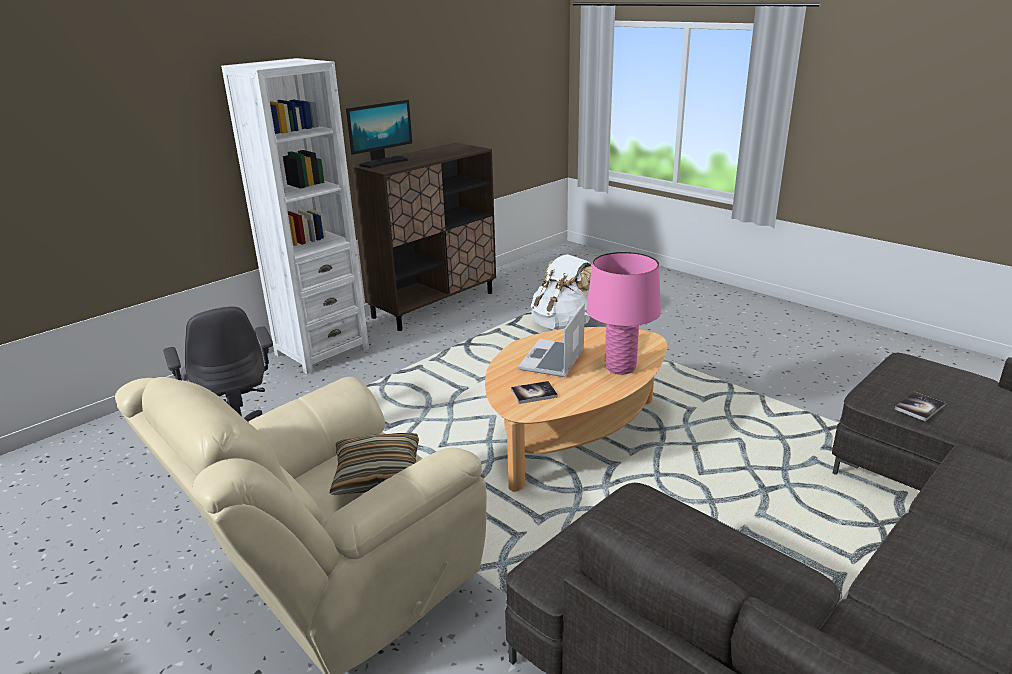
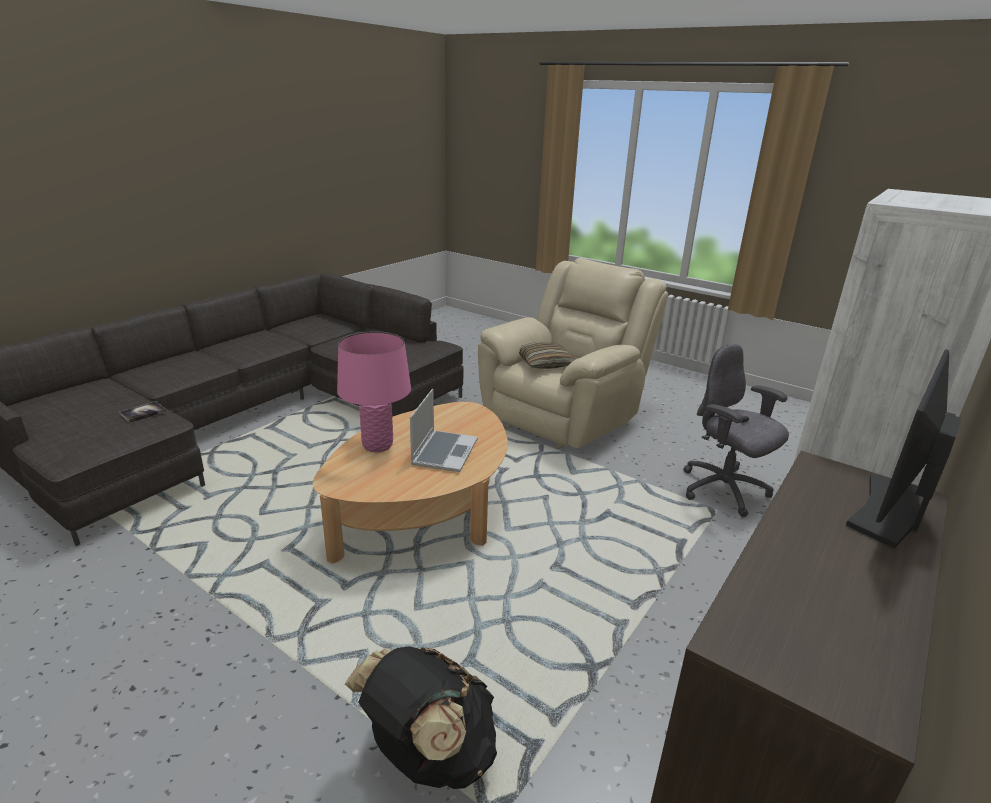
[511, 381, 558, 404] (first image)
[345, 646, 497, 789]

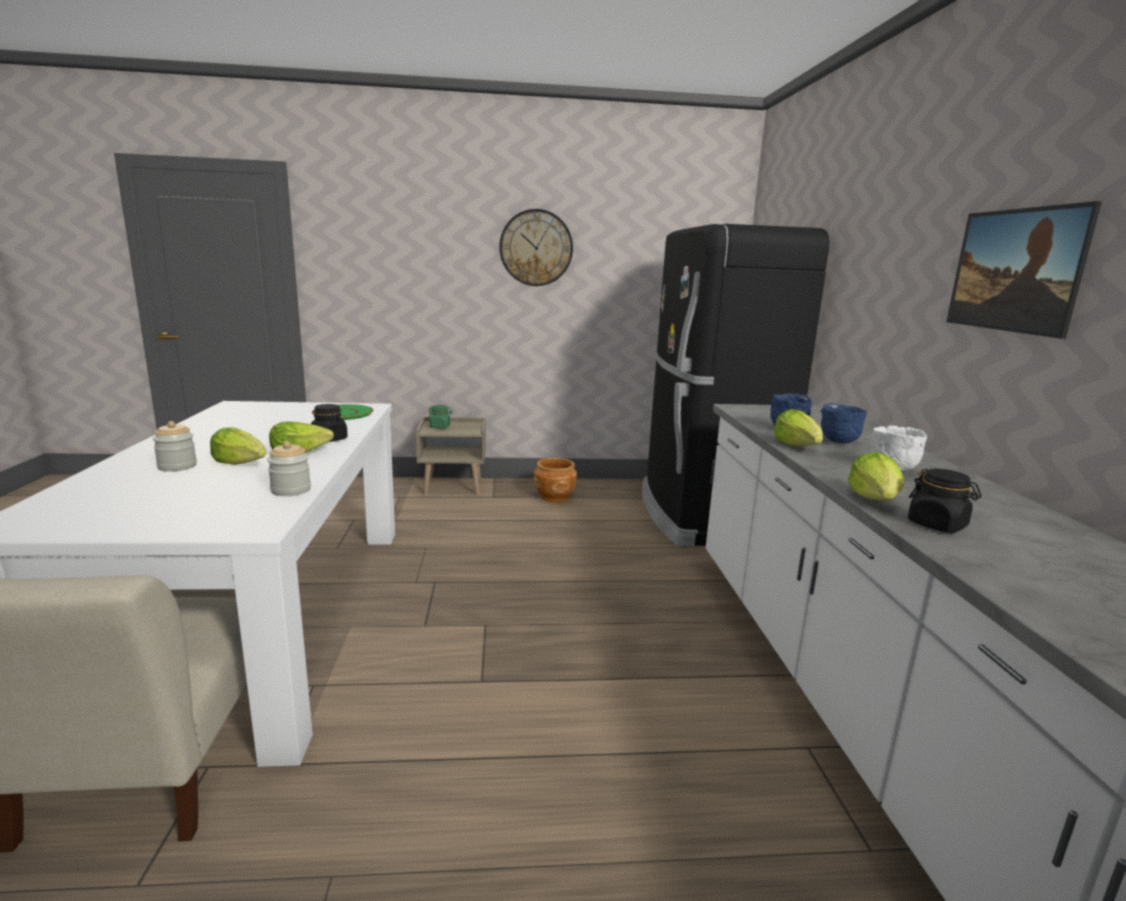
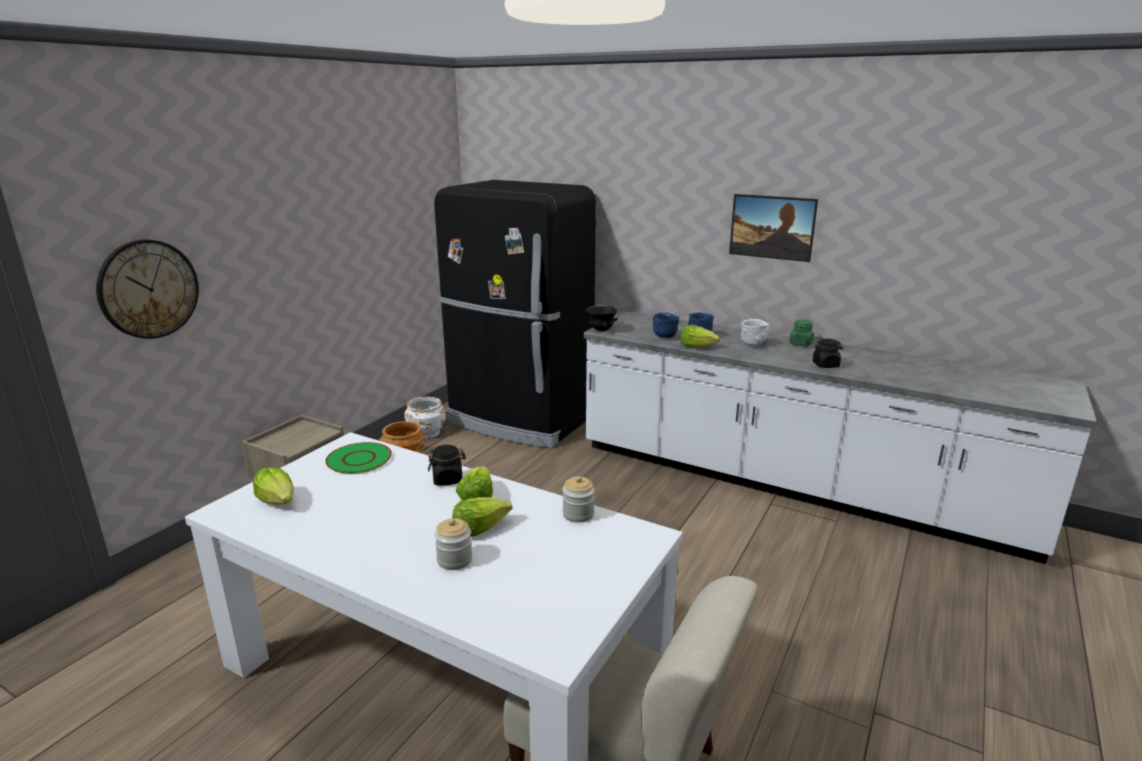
[404, 397, 446, 439]
[586, 305, 618, 331]
[789, 319, 814, 346]
[96, 240, 199, 339]
[253, 467, 294, 504]

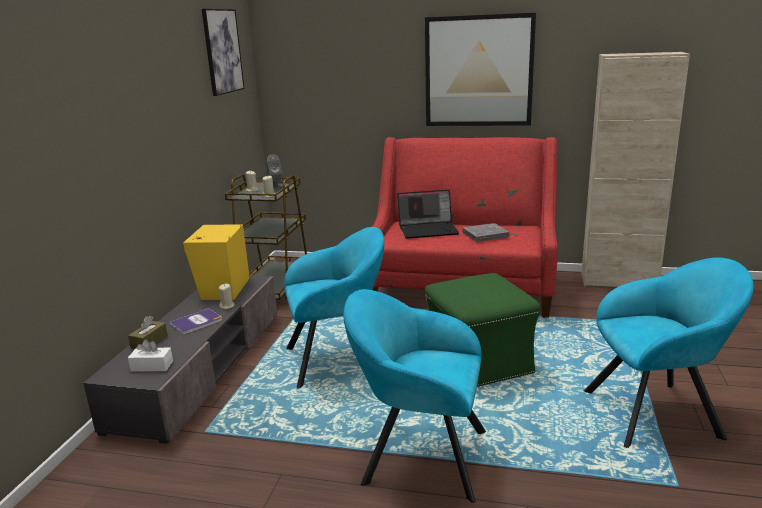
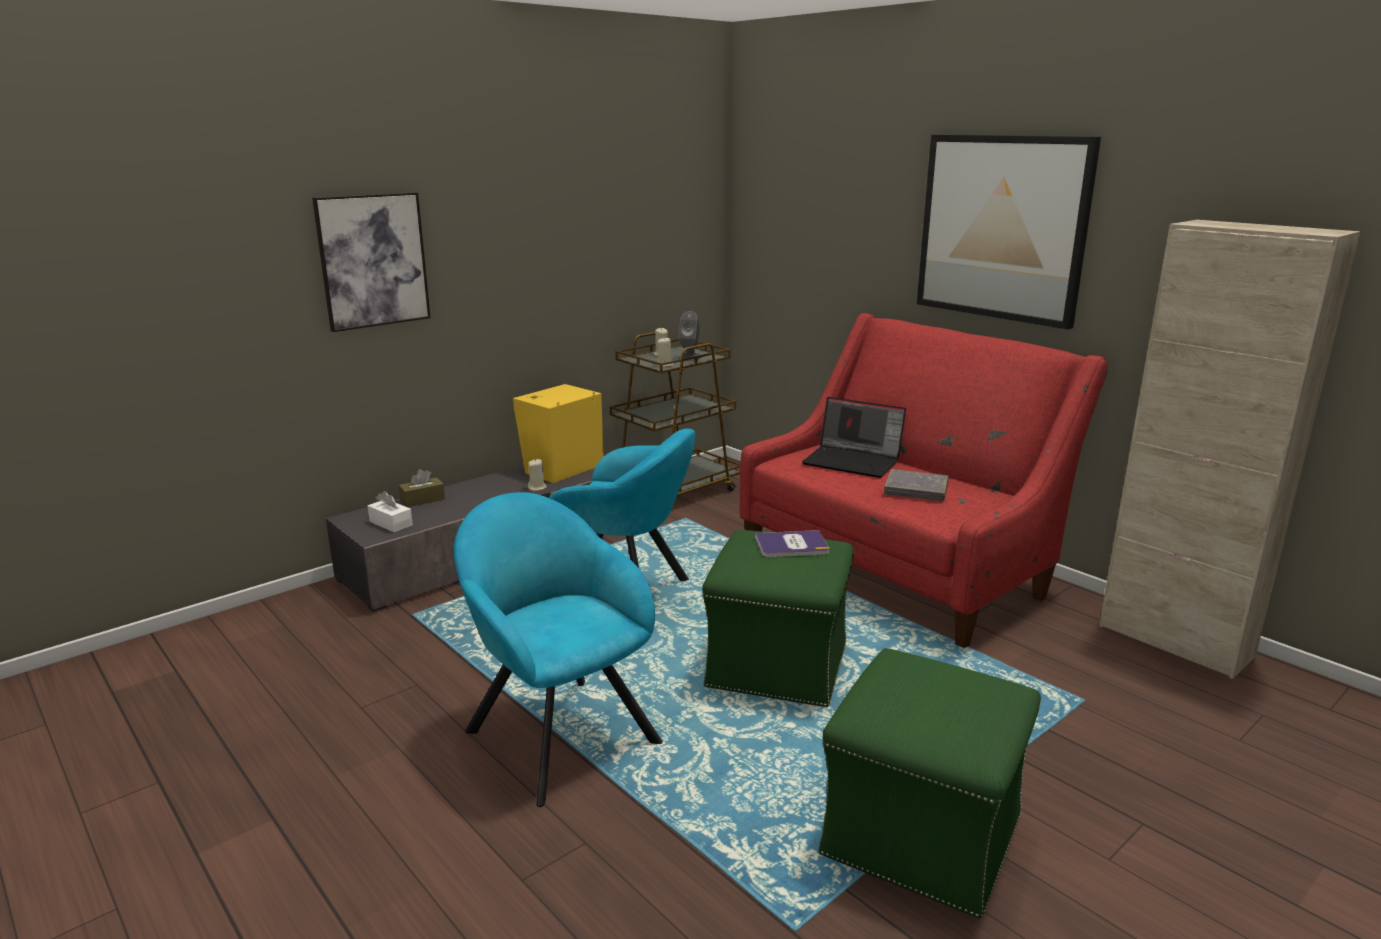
[755, 530, 829, 557]
[312, 192, 430, 332]
[818, 648, 1041, 919]

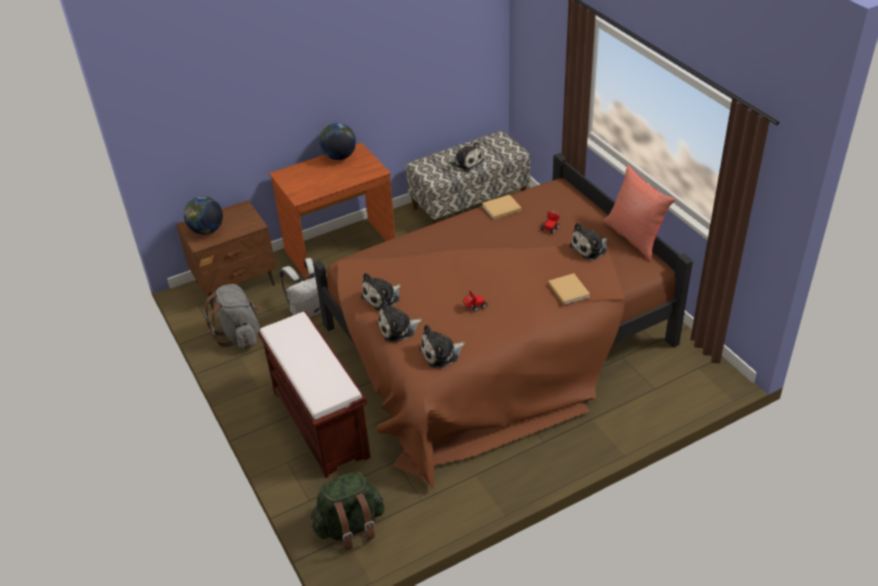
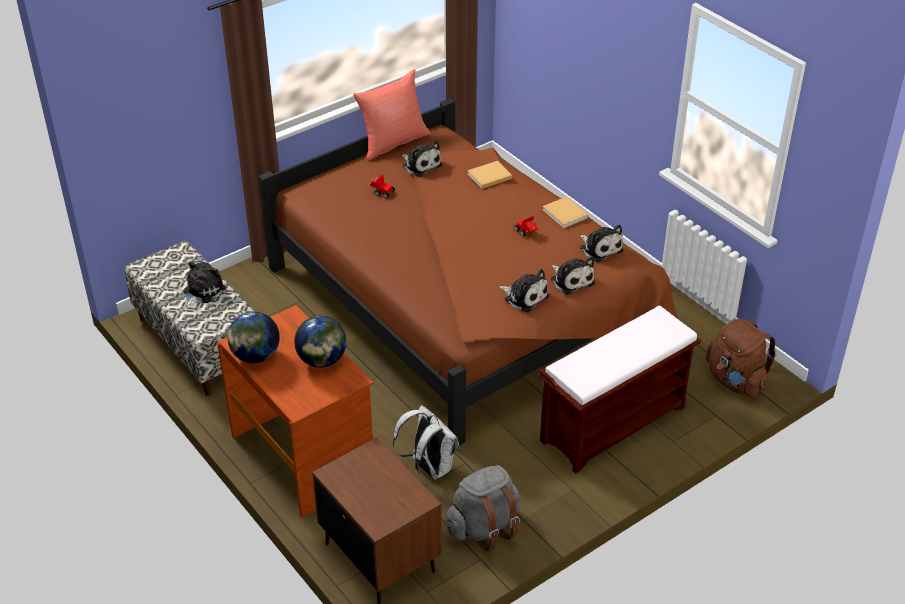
[294, 316, 346, 368]
[542, 197, 588, 228]
[706, 319, 776, 398]

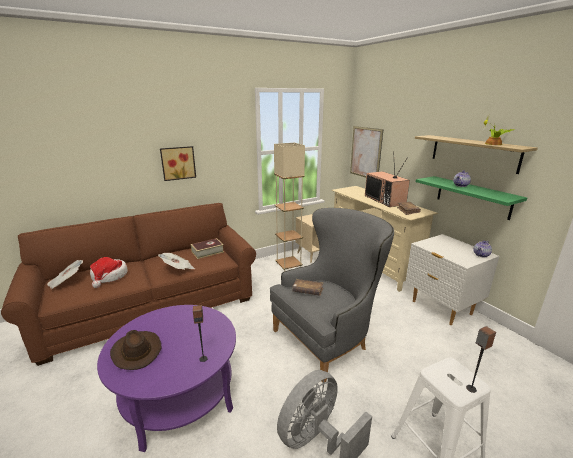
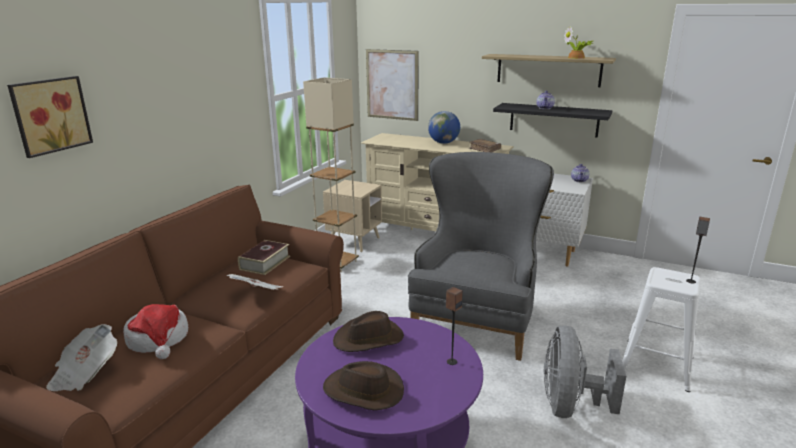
[292, 279, 324, 296] (first image)
[333, 311, 404, 352]
[7, 76, 93, 158]
[428, 111, 460, 144]
[493, 103, 612, 138]

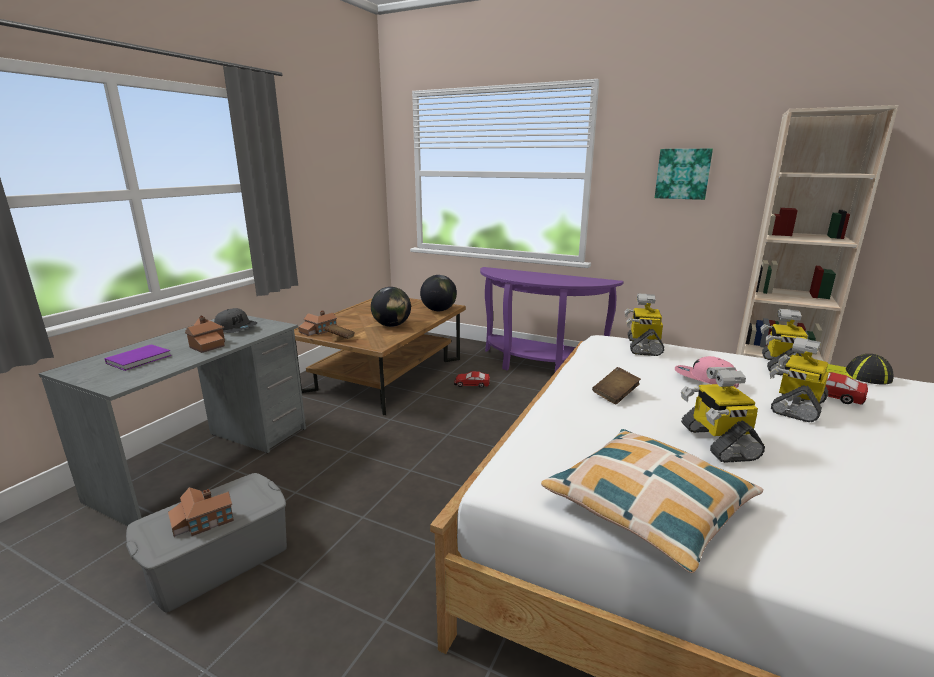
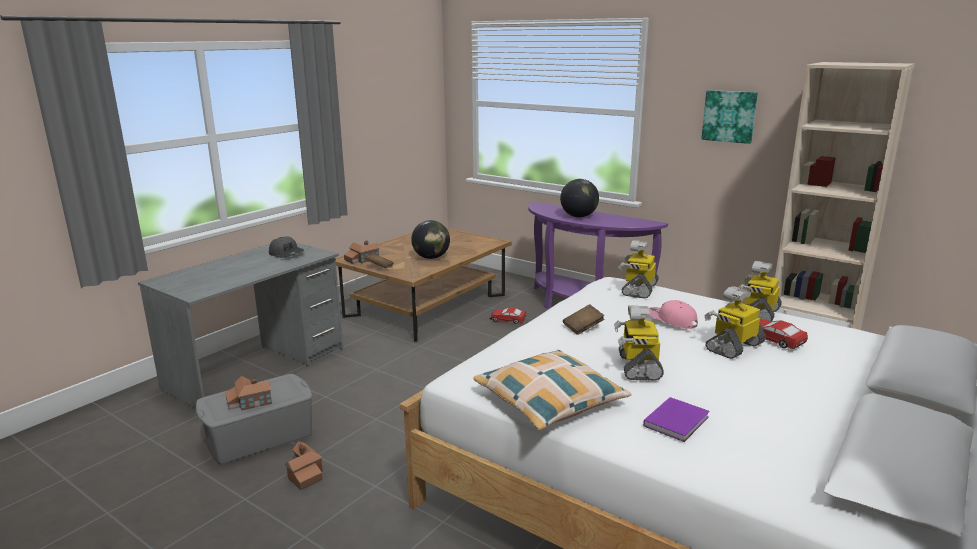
[826, 354, 893, 385] (first image)
[643, 397, 710, 442]
[285, 441, 323, 490]
[560, 179, 599, 217]

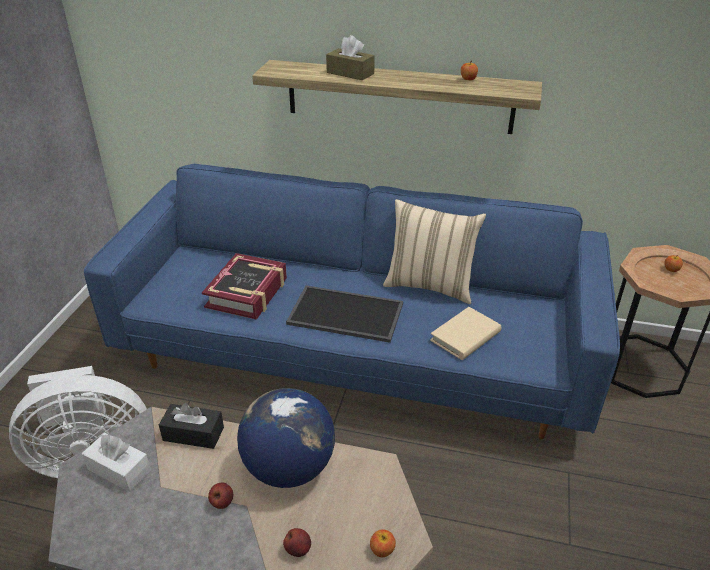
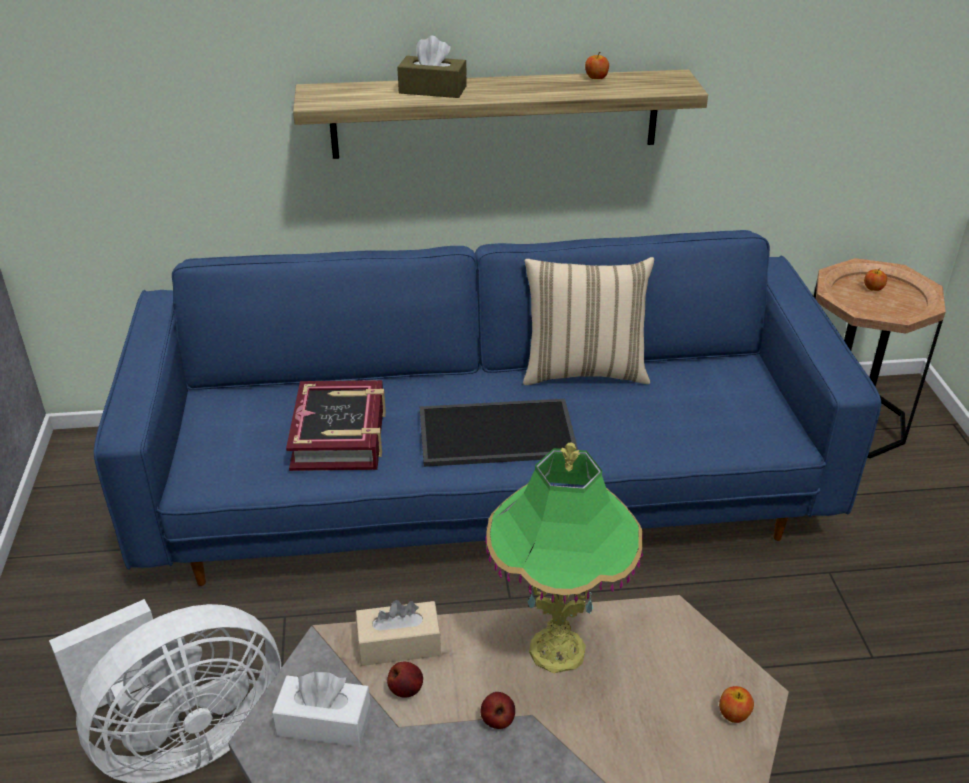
[430, 307, 502, 360] (first image)
[387, 662, 423, 698]
[485, 443, 643, 673]
[356, 600, 441, 666]

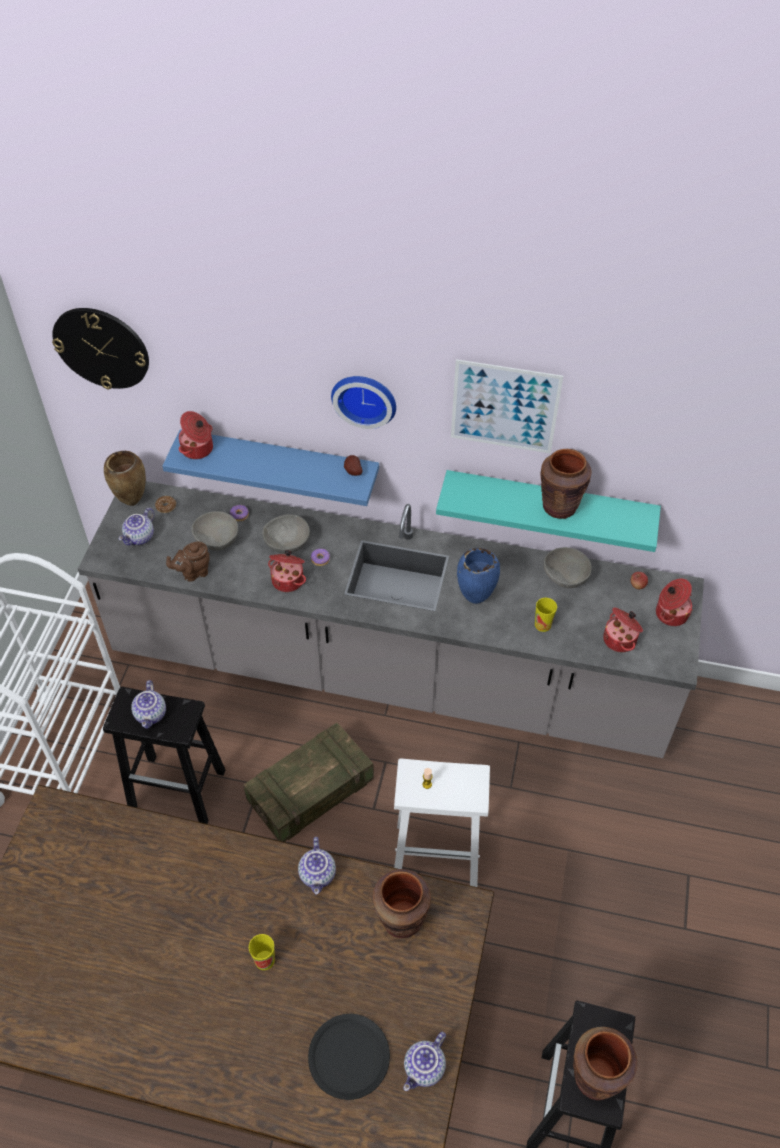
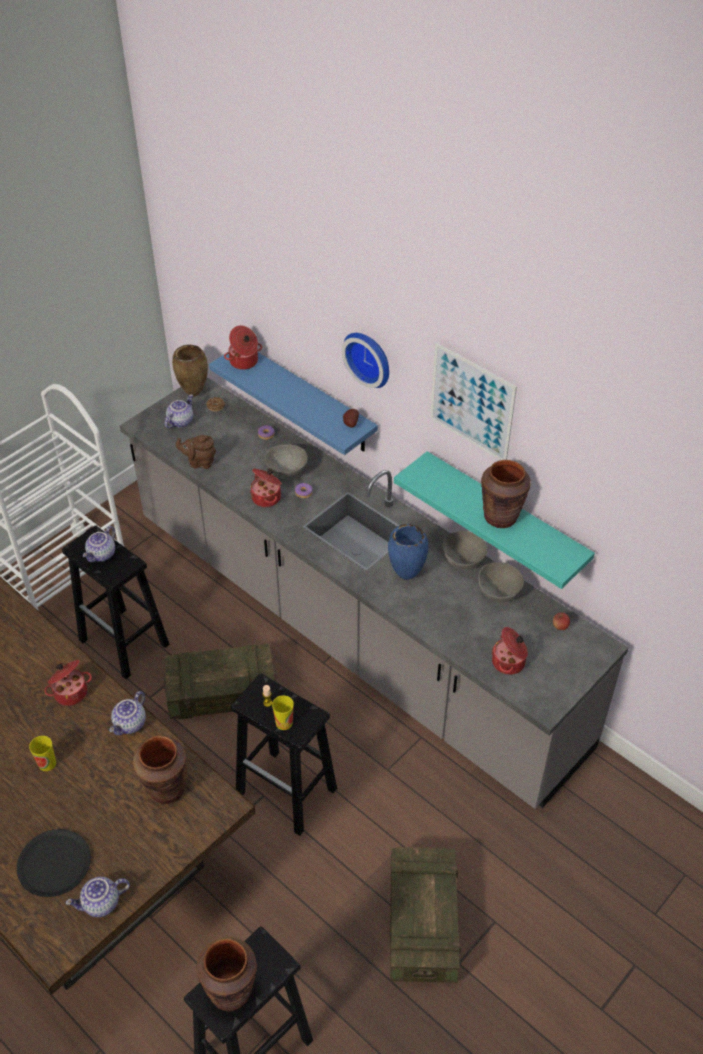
[52, 308, 149, 390] (first image)
[390, 847, 461, 983]
[442, 531, 487, 570]
[272, 695, 294, 730]
[44, 660, 92, 706]
[231, 673, 337, 836]
[165, 394, 193, 428]

